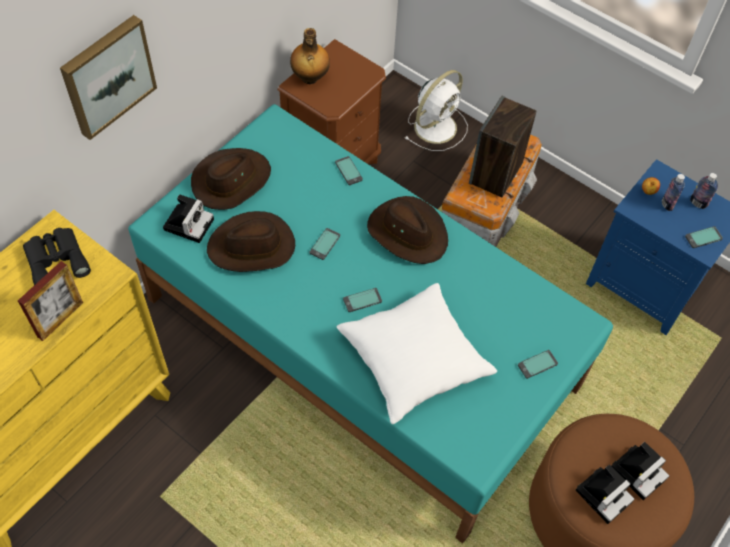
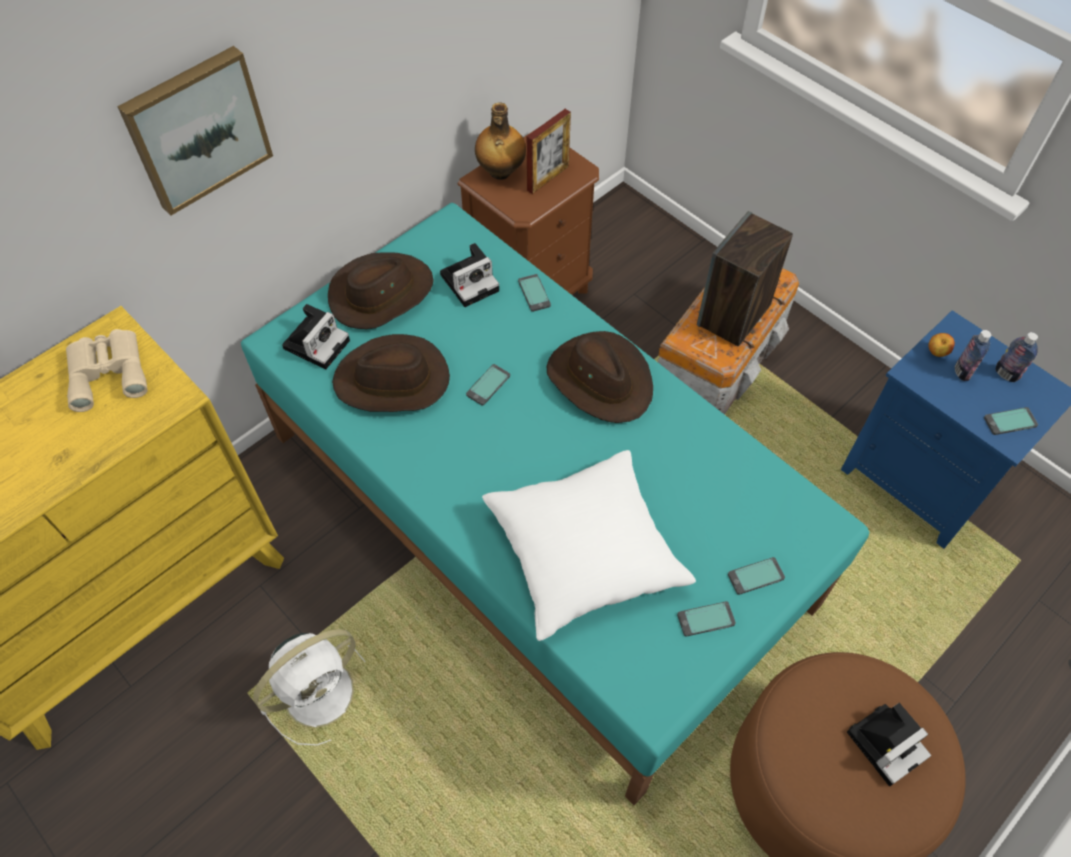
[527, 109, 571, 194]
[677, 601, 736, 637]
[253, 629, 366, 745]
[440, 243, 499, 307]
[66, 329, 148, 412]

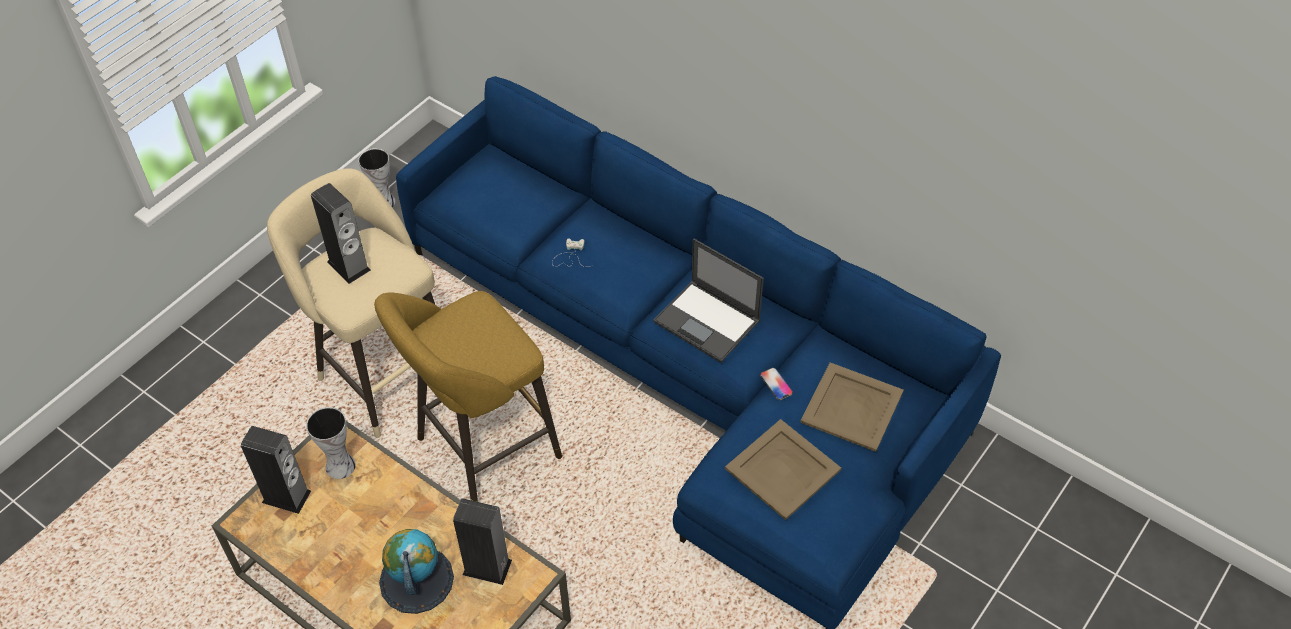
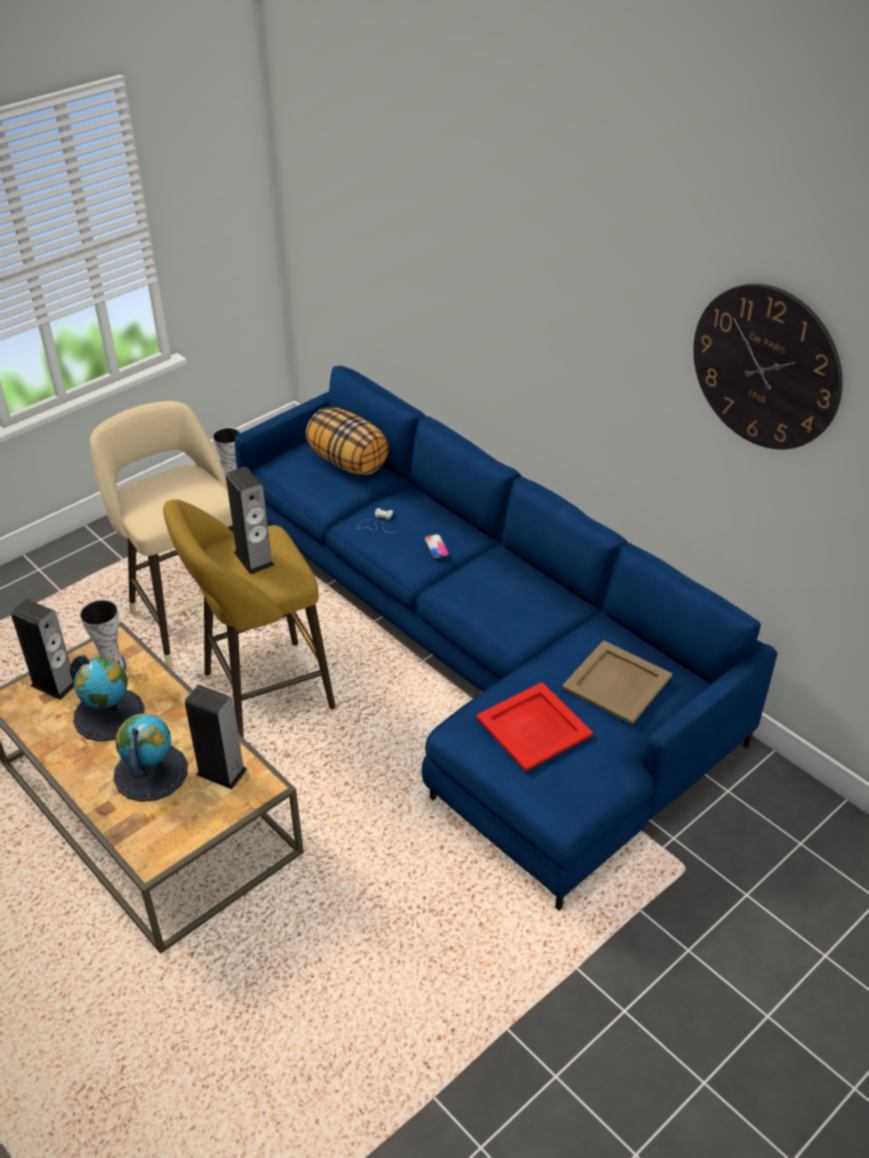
[654, 239, 764, 363] (first image)
[70, 655, 145, 742]
[306, 407, 389, 475]
[693, 284, 843, 449]
[226, 467, 275, 575]
[424, 534, 449, 558]
[476, 682, 593, 772]

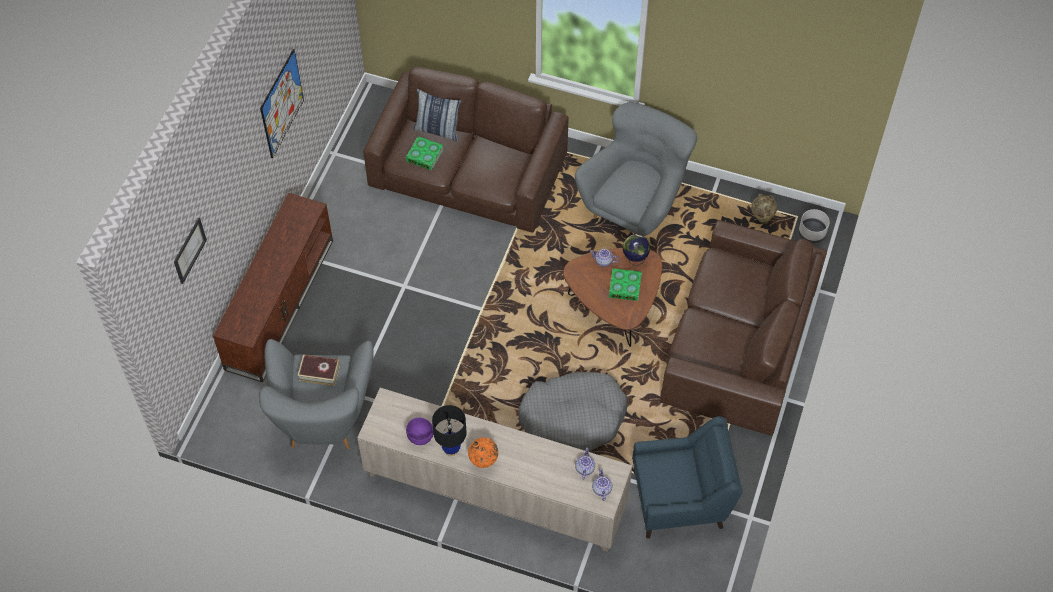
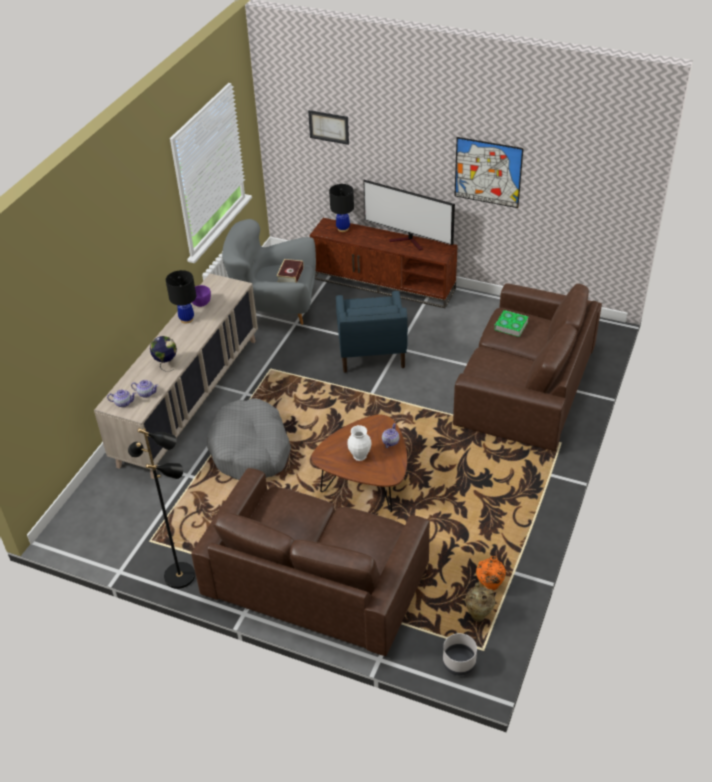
[414, 89, 461, 141] (first image)
[575, 102, 697, 236] (first image)
[128, 428, 195, 589]
[329, 184, 354, 232]
[363, 179, 455, 251]
[476, 556, 506, 590]
[150, 336, 177, 371]
[336, 291, 408, 373]
[348, 425, 372, 461]

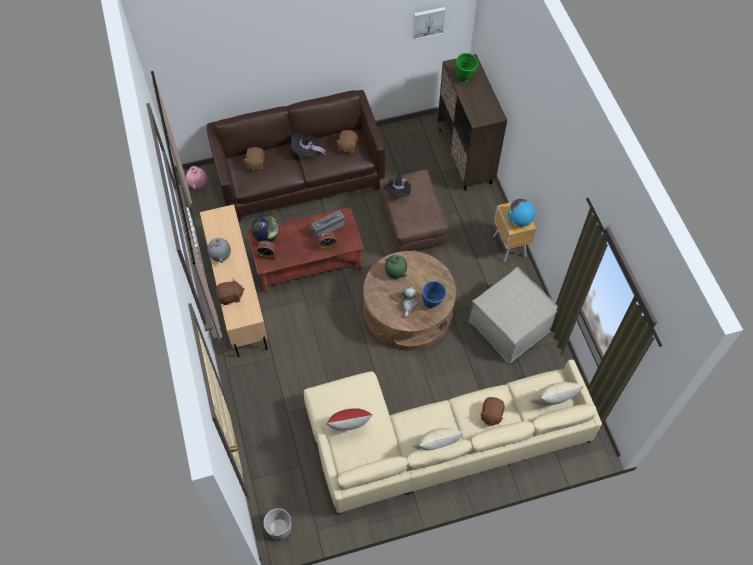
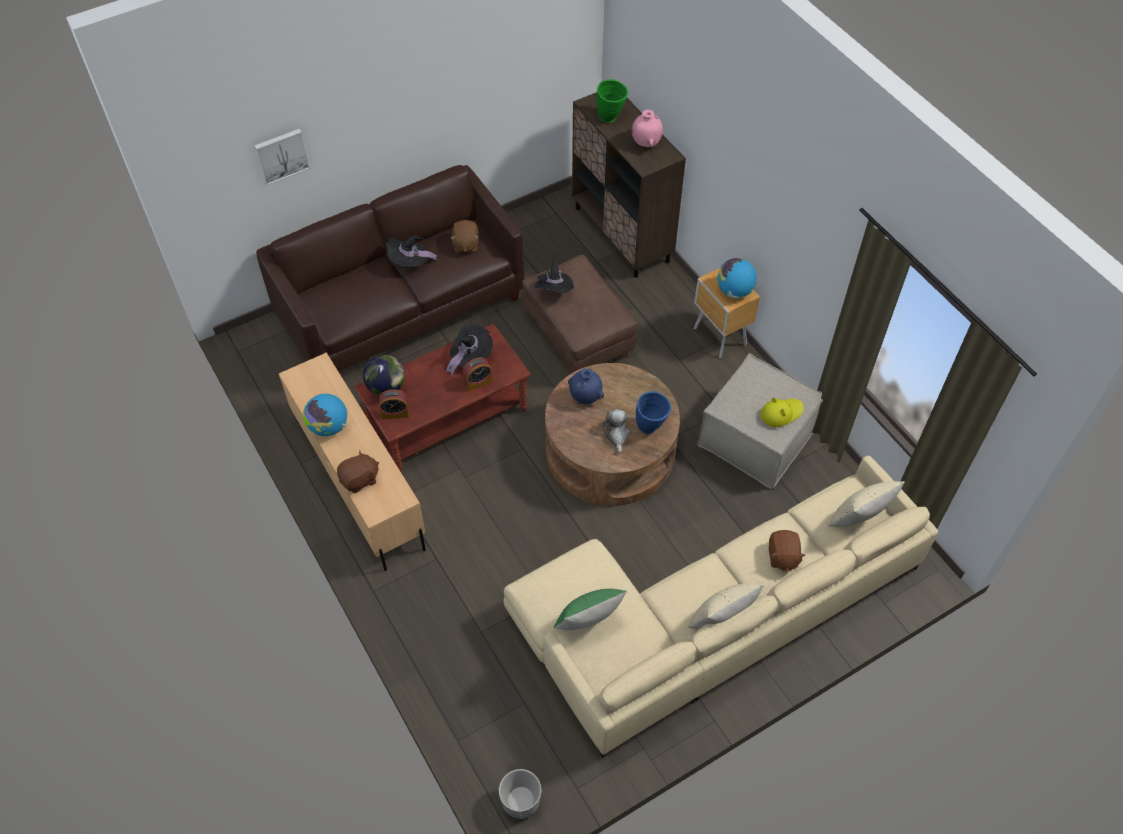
[244, 147, 265, 170] (first image)
[761, 398, 804, 427]
[632, 110, 663, 147]
[254, 129, 310, 186]
[303, 394, 347, 436]
[446, 325, 493, 376]
[554, 589, 627, 630]
[568, 368, 604, 404]

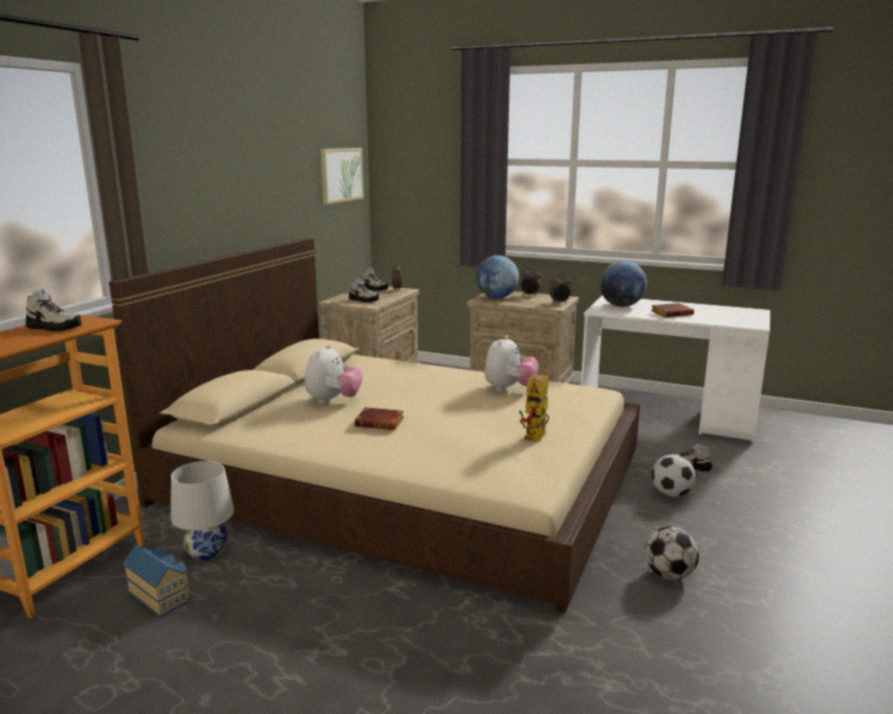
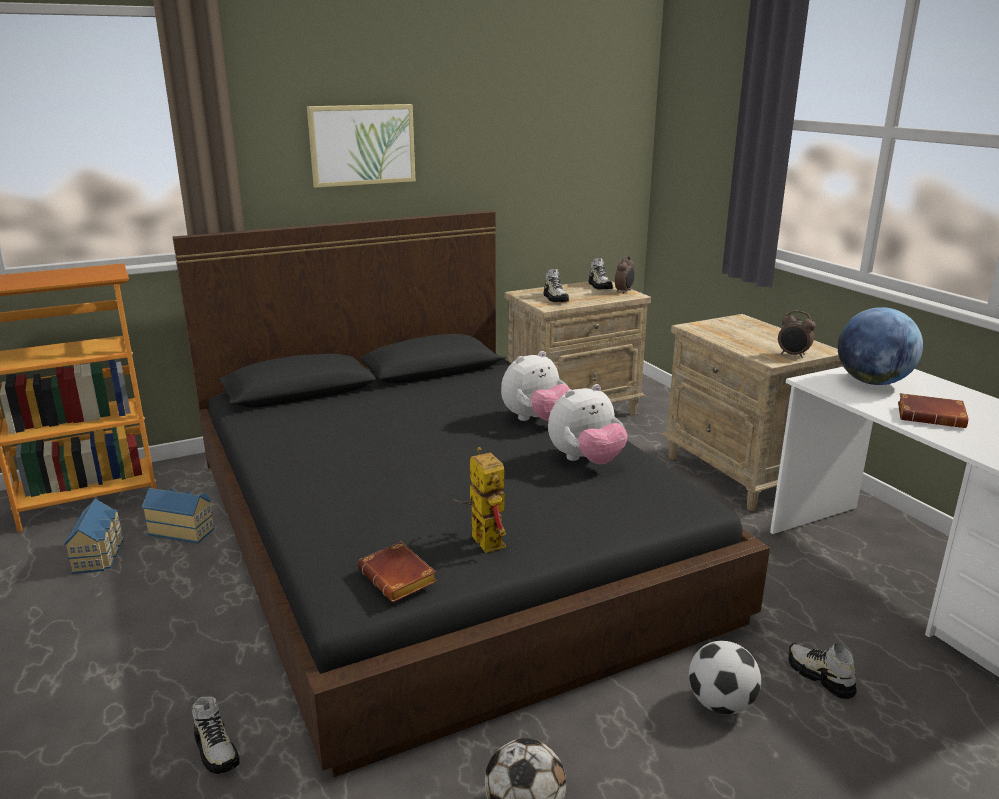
[476, 255, 519, 298] (first image)
[520, 268, 541, 296] (first image)
[191, 697, 240, 774]
[501, 351, 571, 421]
[307, 104, 415, 188]
[357, 542, 437, 602]
[142, 488, 215, 544]
[173, 210, 770, 777]
[453, 447, 506, 553]

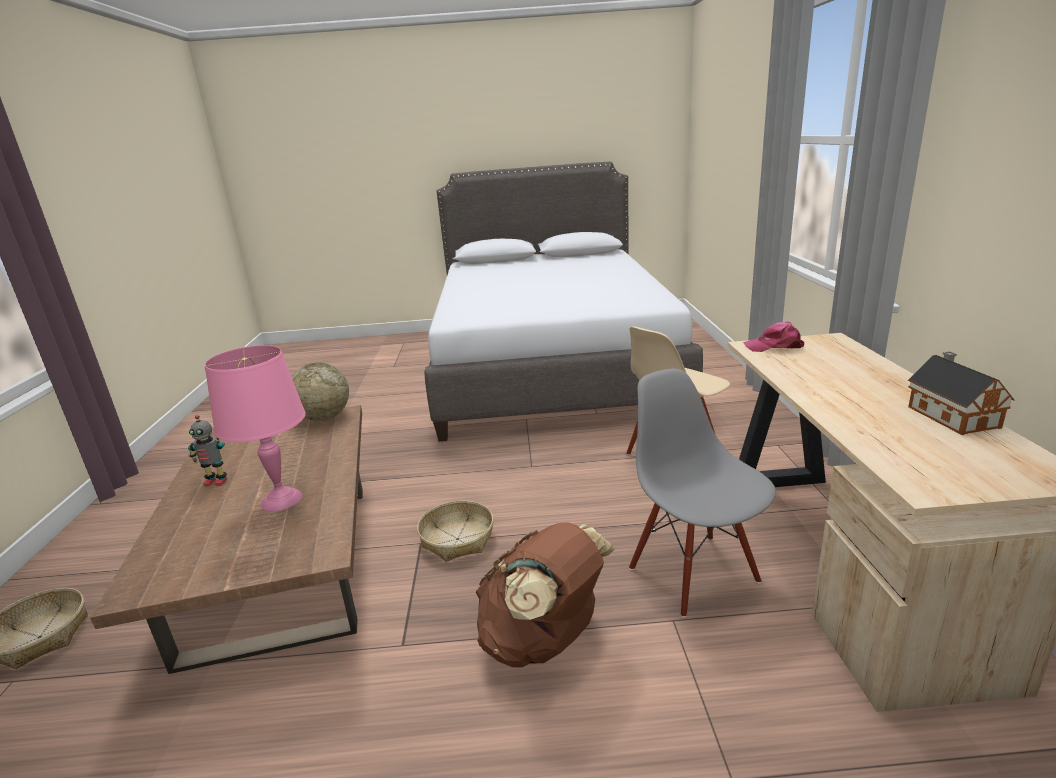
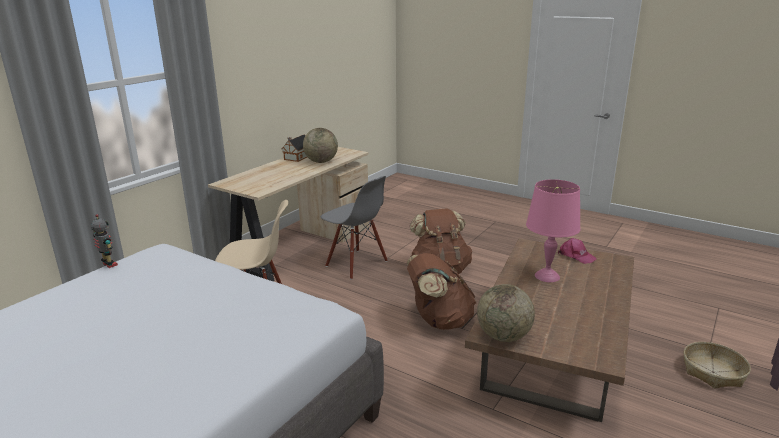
[303, 128, 338, 163]
[91, 214, 118, 268]
[558, 238, 597, 264]
[407, 253, 476, 330]
[321, 176, 388, 280]

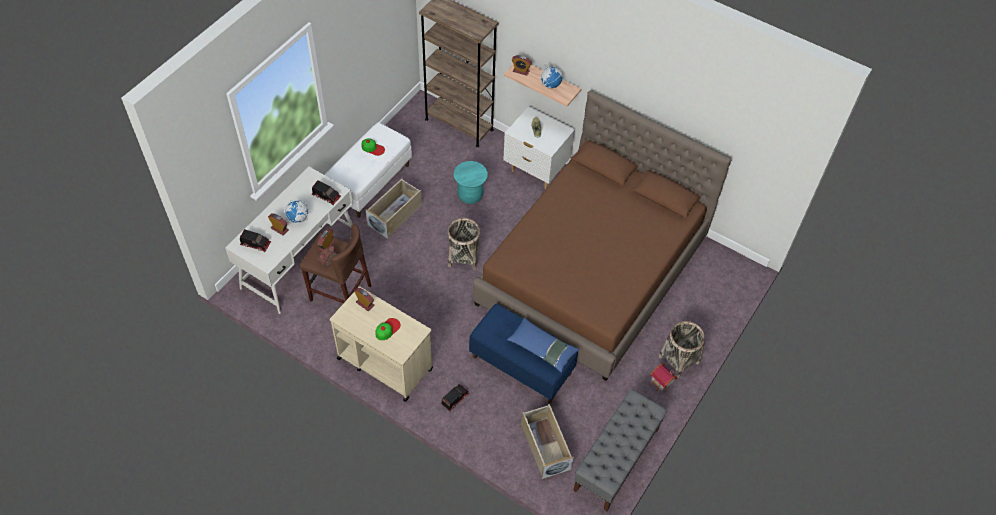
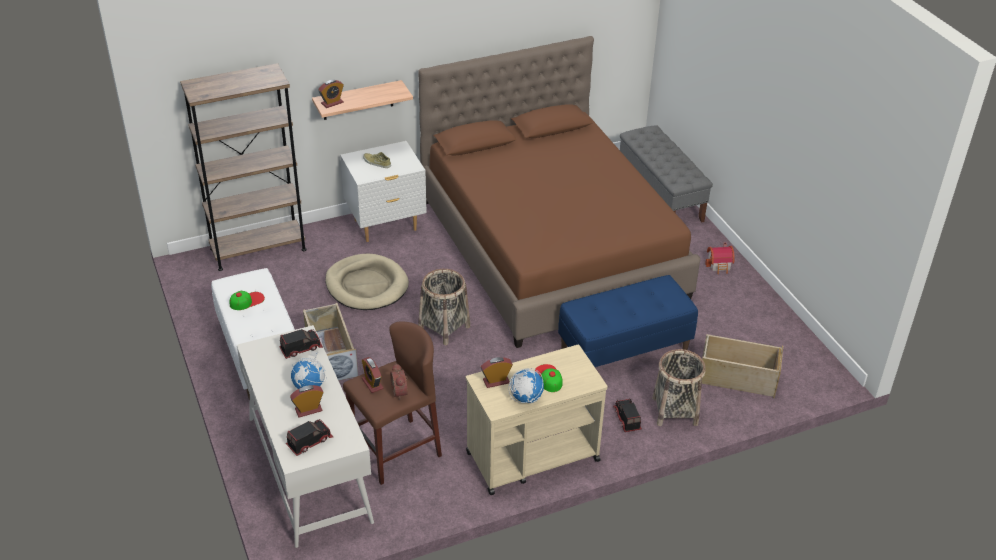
[507, 317, 580, 373] (first image)
[508, 368, 544, 403]
[620, 126, 713, 222]
[652, 349, 706, 426]
[325, 254, 409, 310]

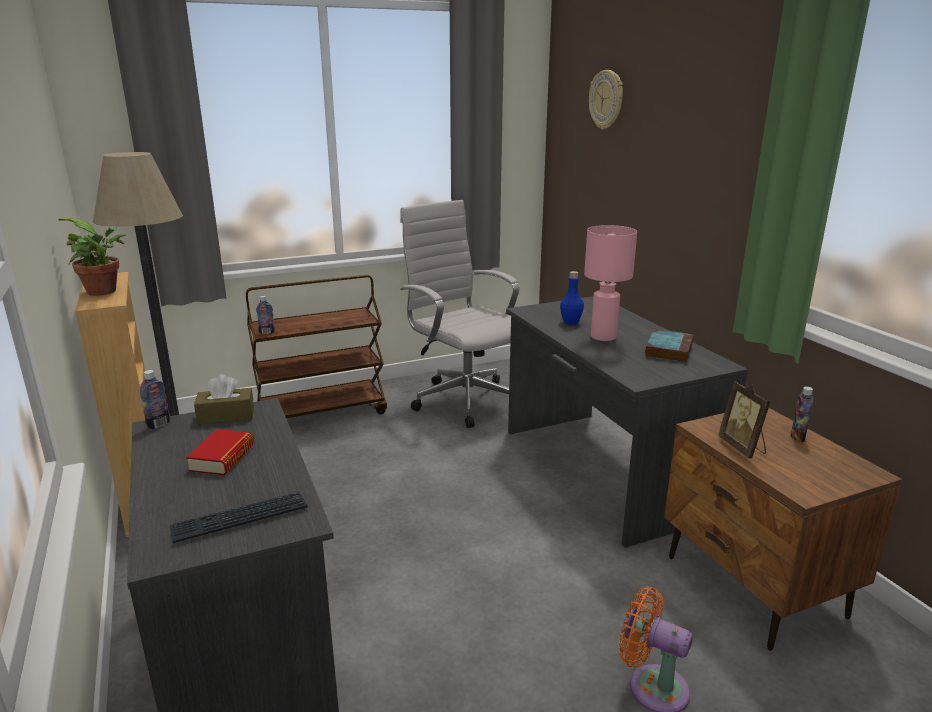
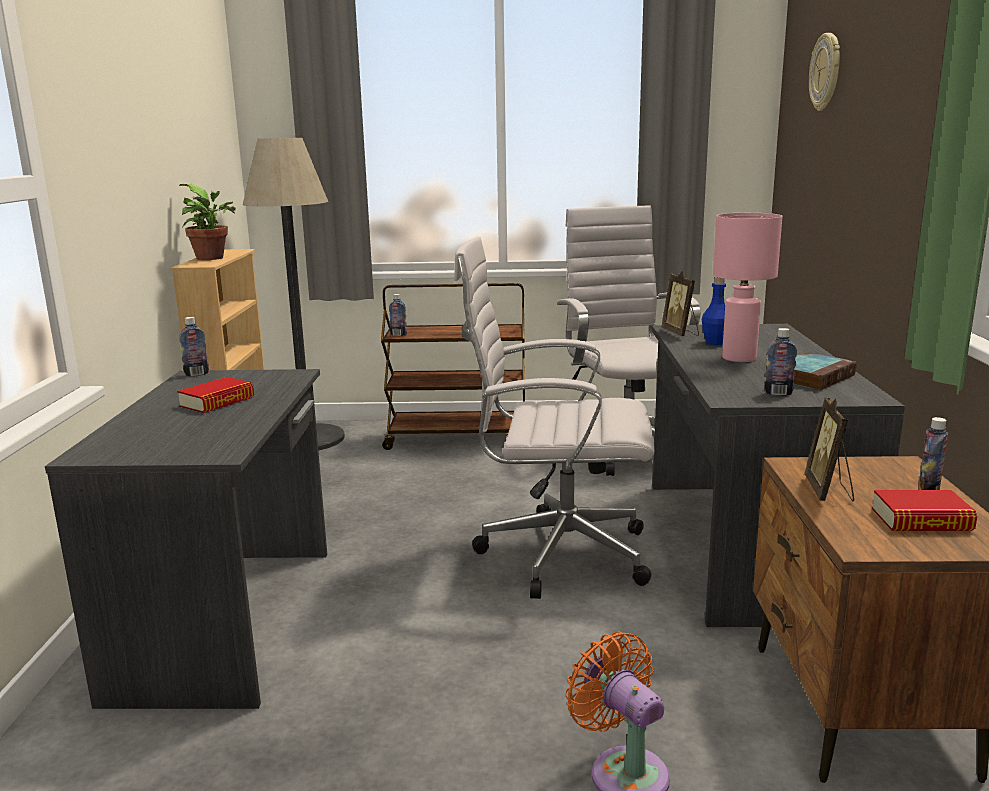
[169, 492, 308, 543] (first image)
[194, 374, 254, 425] (first image)
[454, 237, 655, 599]
[661, 271, 699, 336]
[764, 328, 797, 396]
[872, 490, 977, 531]

